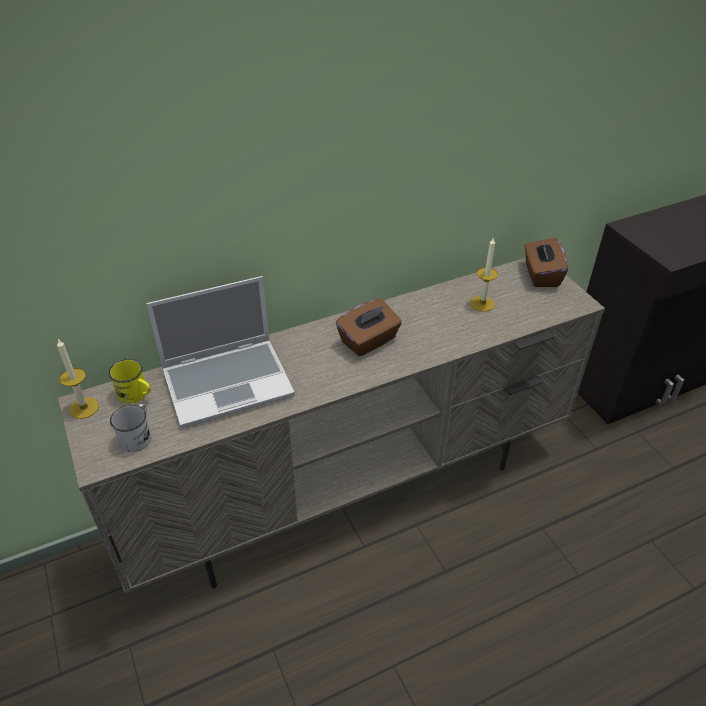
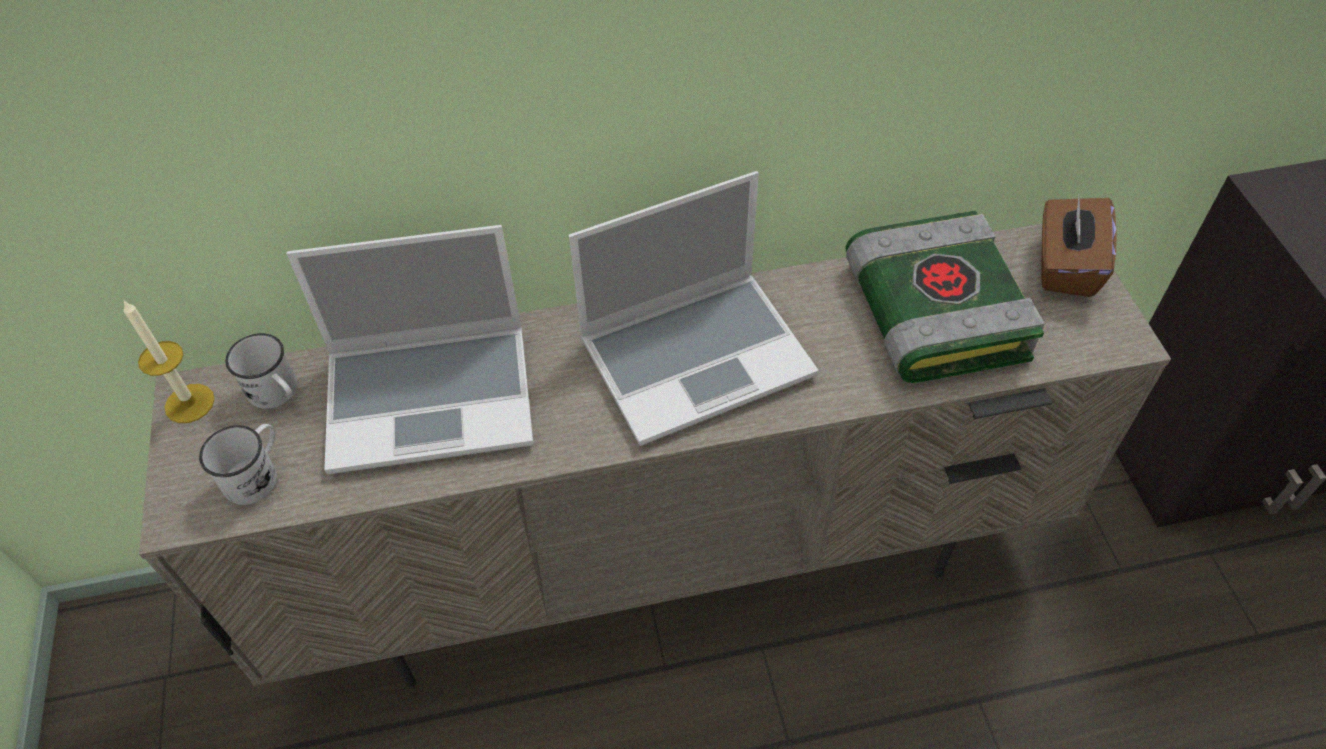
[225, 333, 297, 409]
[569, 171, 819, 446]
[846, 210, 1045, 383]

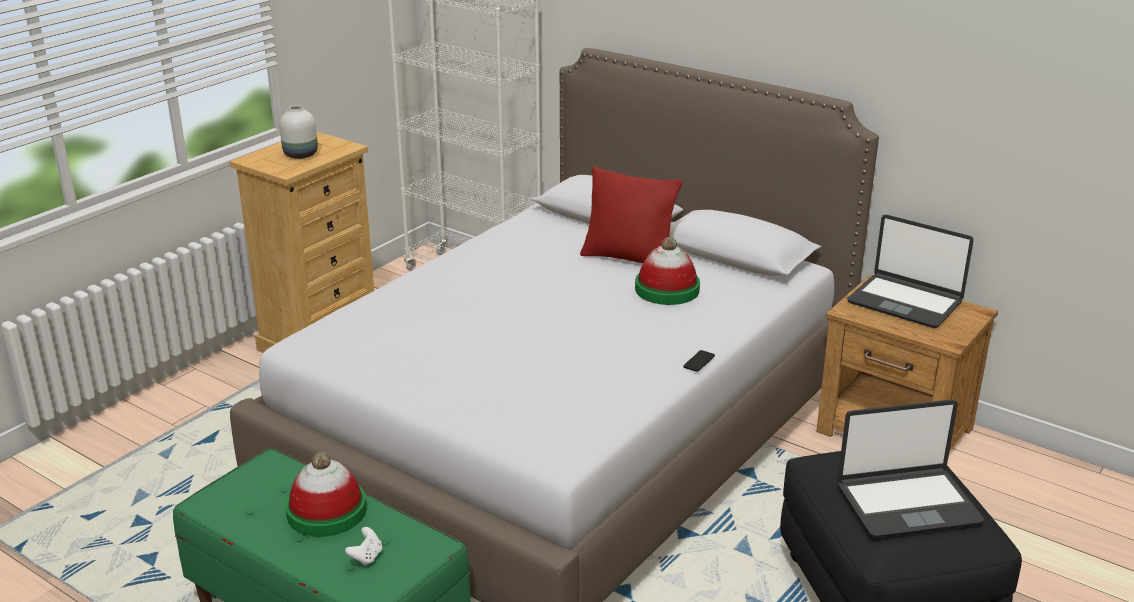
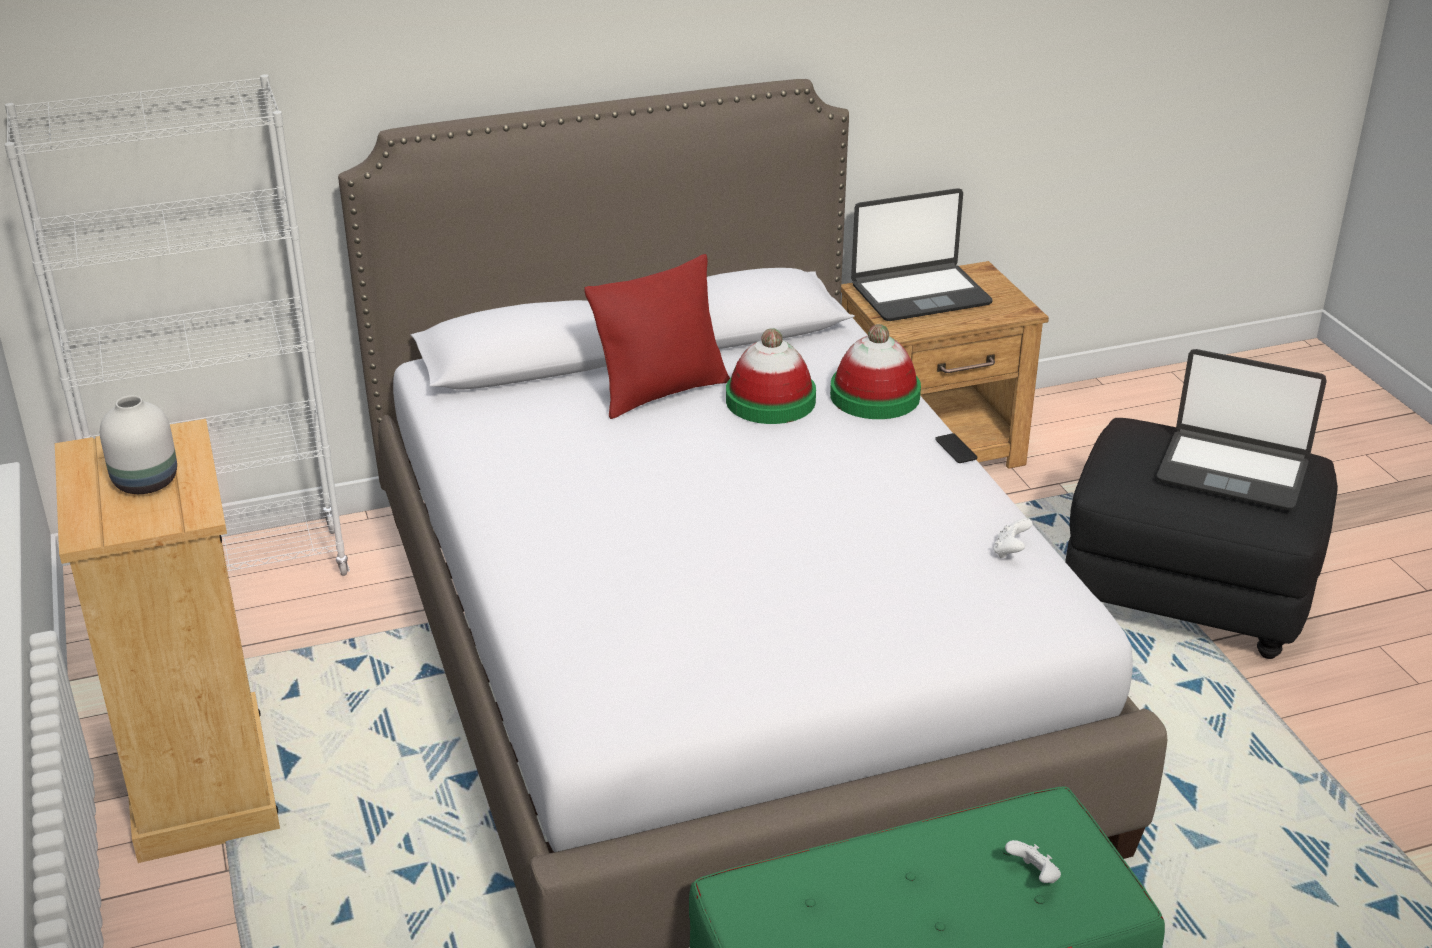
[830, 324, 921, 419]
[993, 518, 1033, 558]
[1157, 349, 1327, 511]

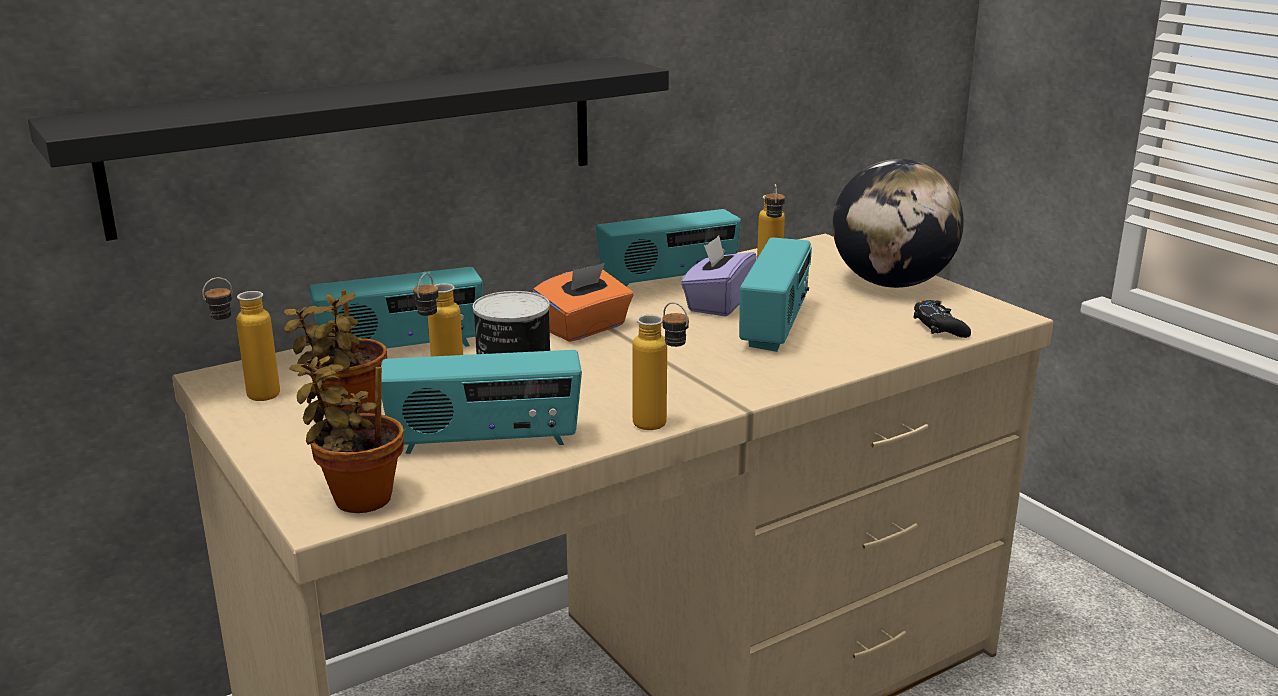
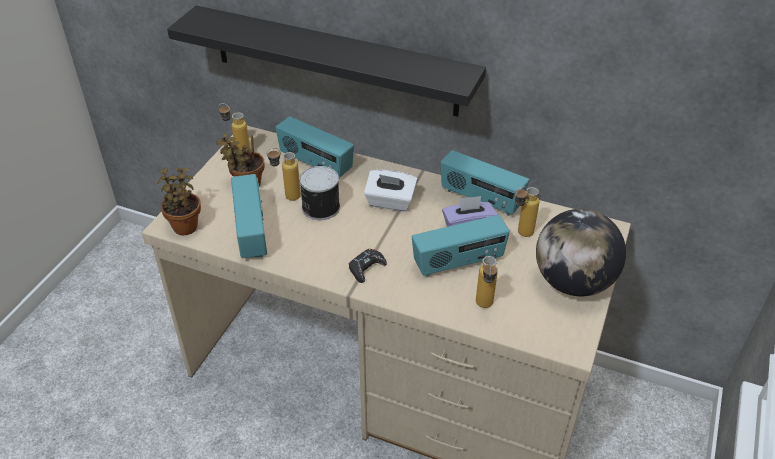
[231, 174, 267, 258]
[349, 249, 387, 283]
[364, 170, 418, 212]
[476, 256, 498, 308]

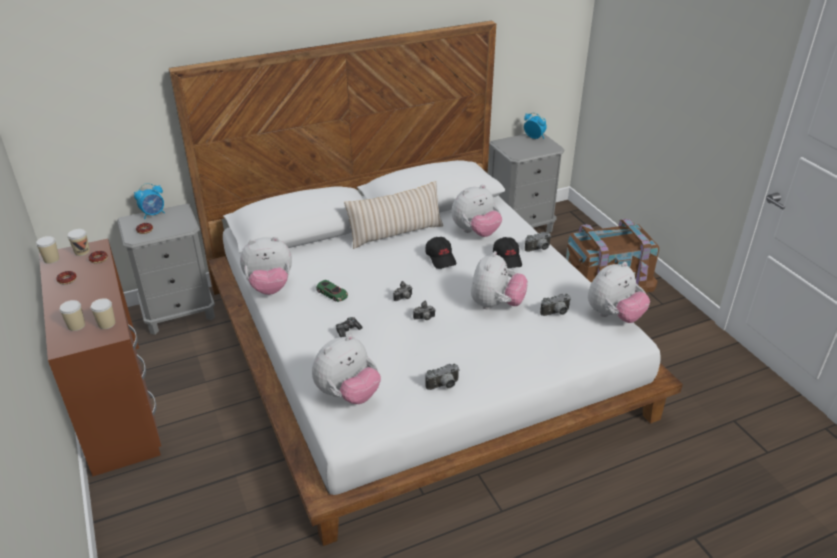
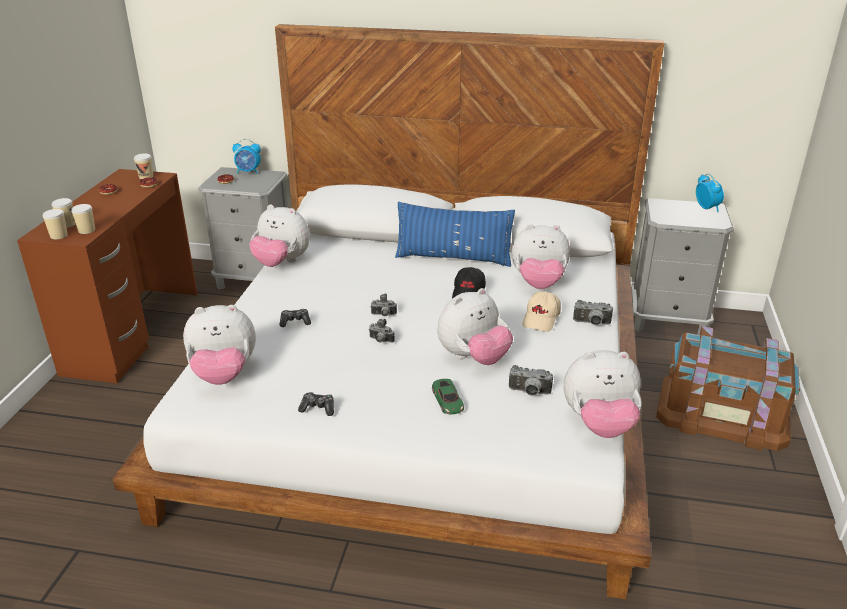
[42, 209, 68, 239]
[298, 392, 334, 416]
[395, 202, 515, 267]
[432, 379, 464, 414]
[522, 291, 561, 332]

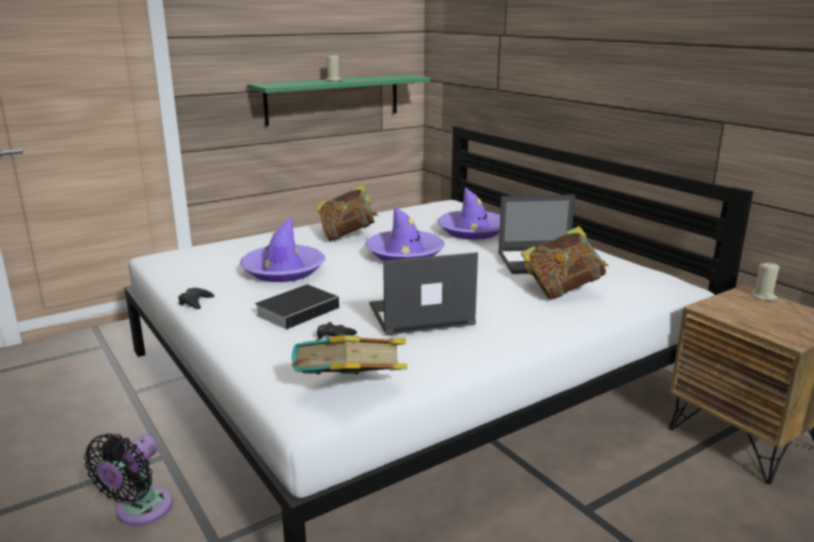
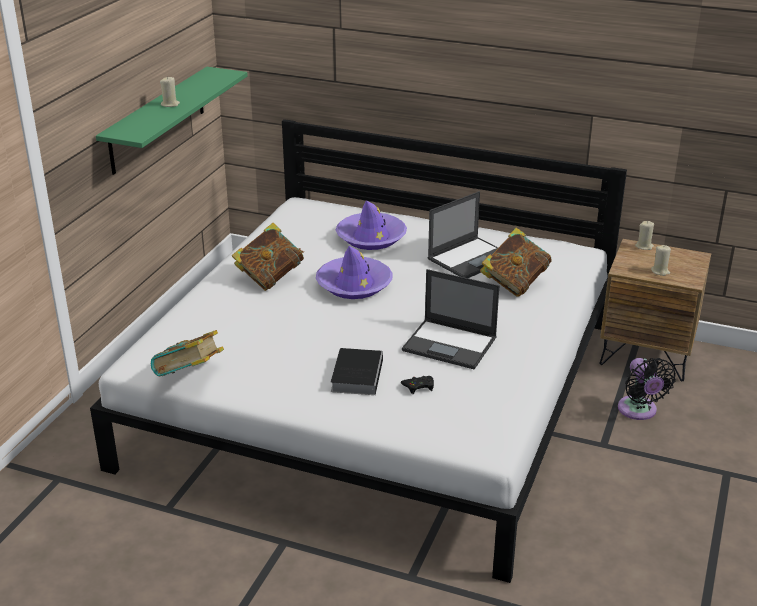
[151, 330, 224, 376]
[402, 269, 499, 369]
[618, 358, 676, 420]
[651, 245, 671, 276]
[178, 287, 214, 309] (first image)
[240, 216, 325, 282] (first image)

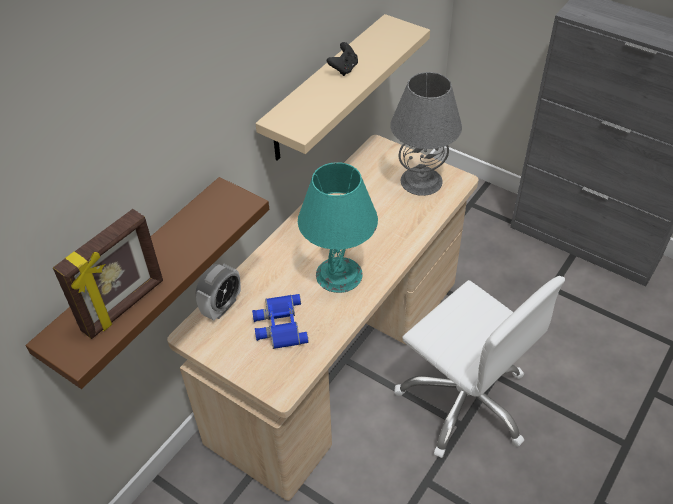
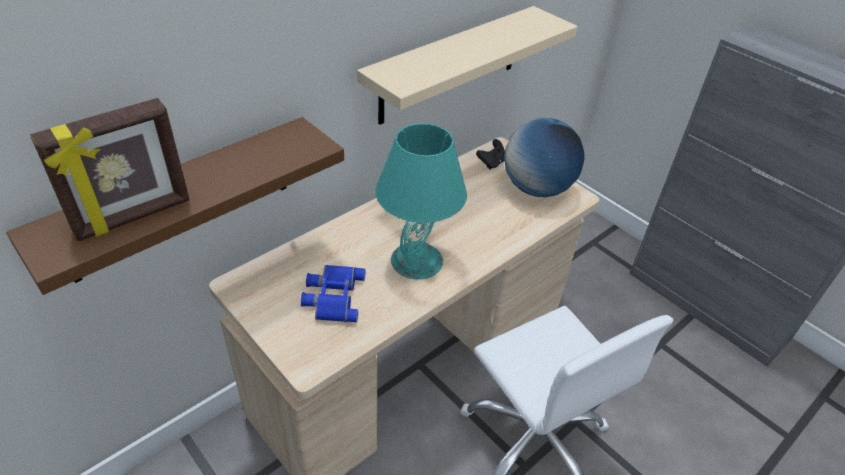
[476, 139, 505, 169]
[504, 118, 585, 197]
[196, 264, 241, 321] (first image)

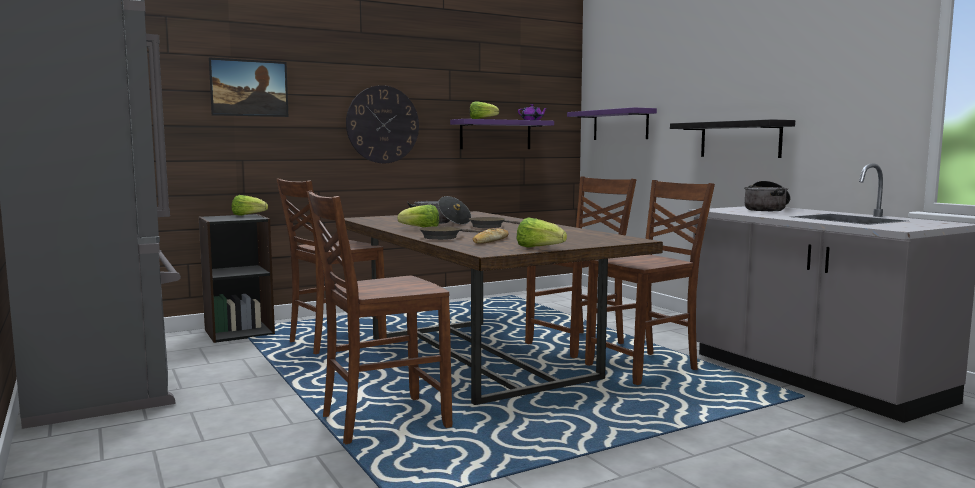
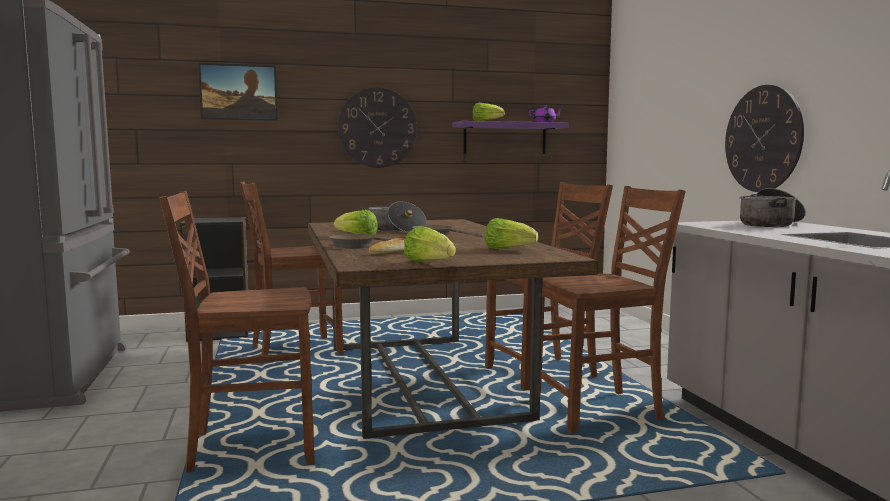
[485, 218, 538, 249]
[725, 85, 804, 192]
[567, 107, 657, 140] (first image)

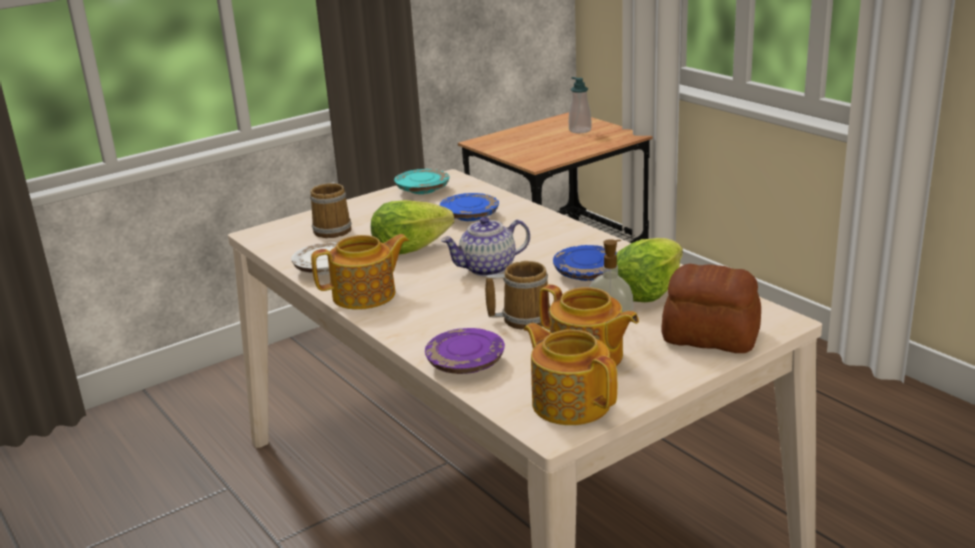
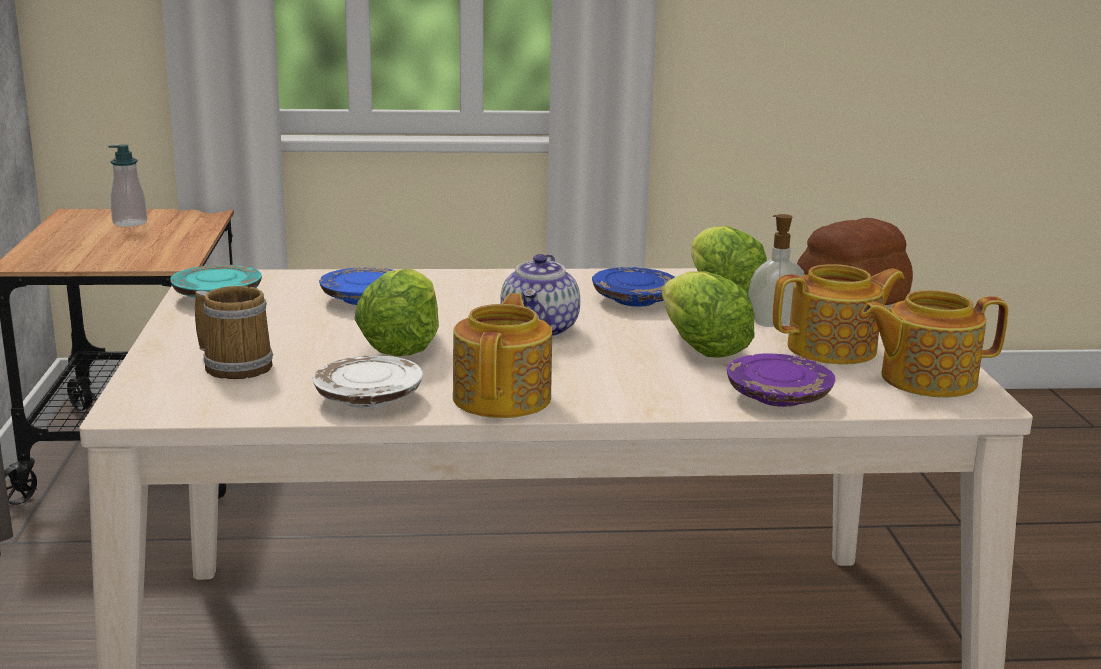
[662, 271, 755, 358]

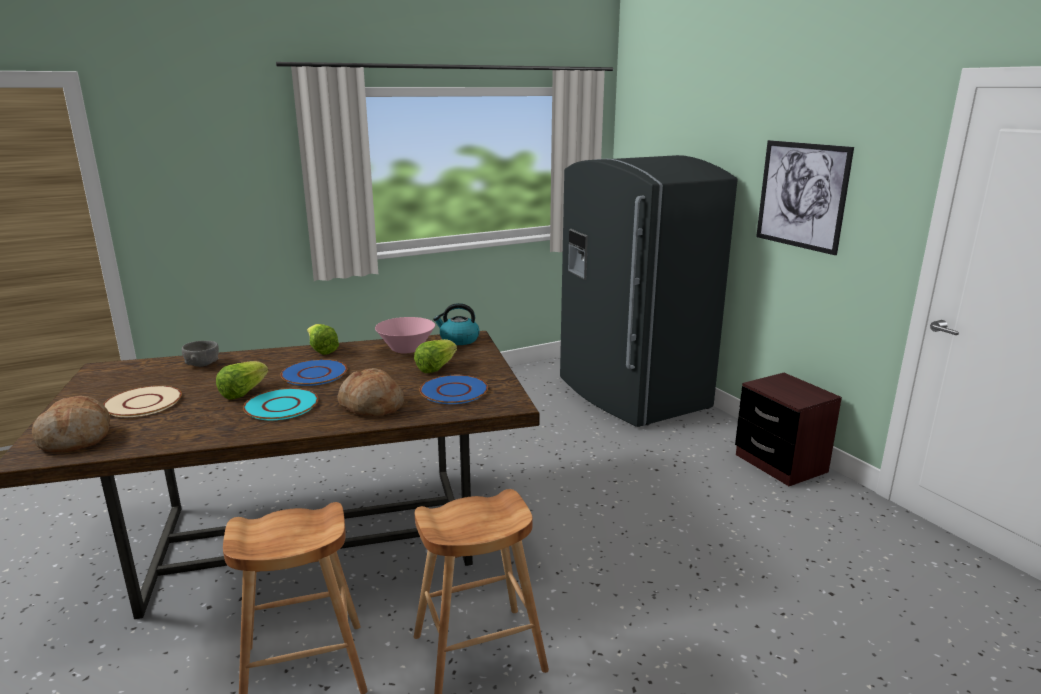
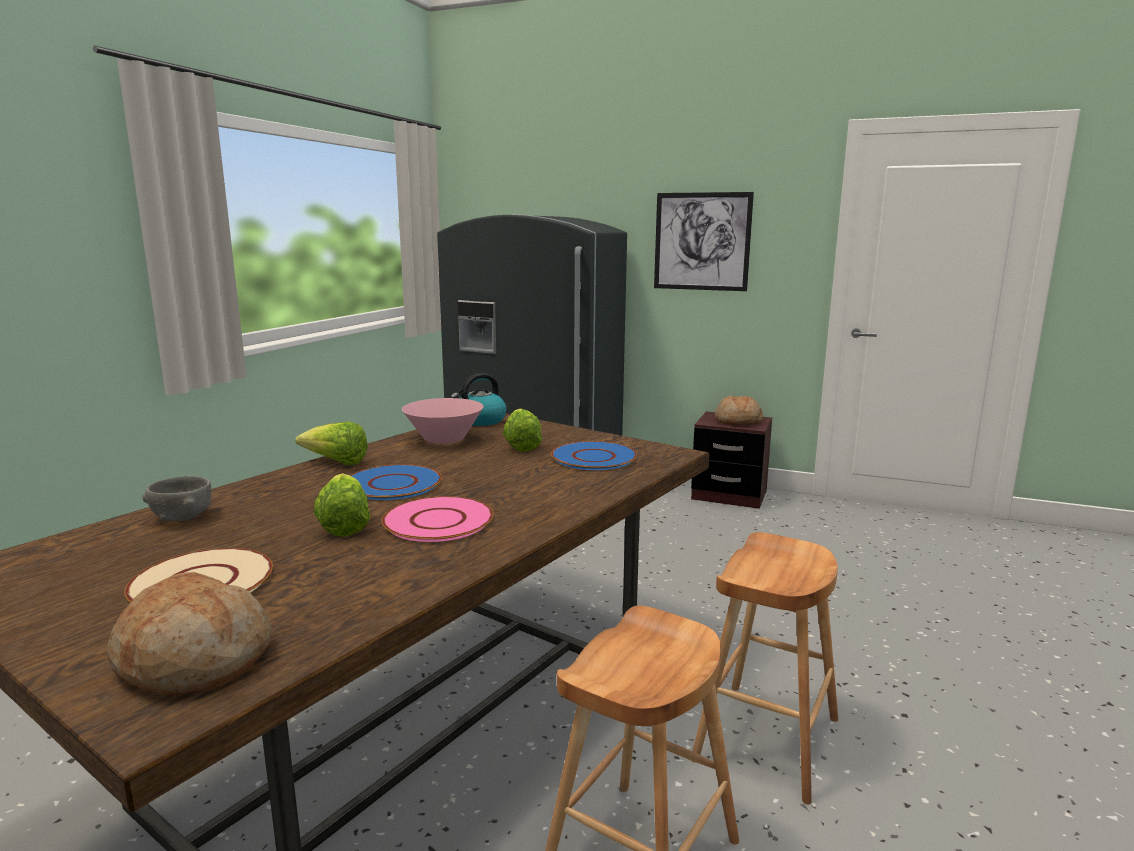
[382, 496, 493, 542]
[715, 396, 763, 425]

